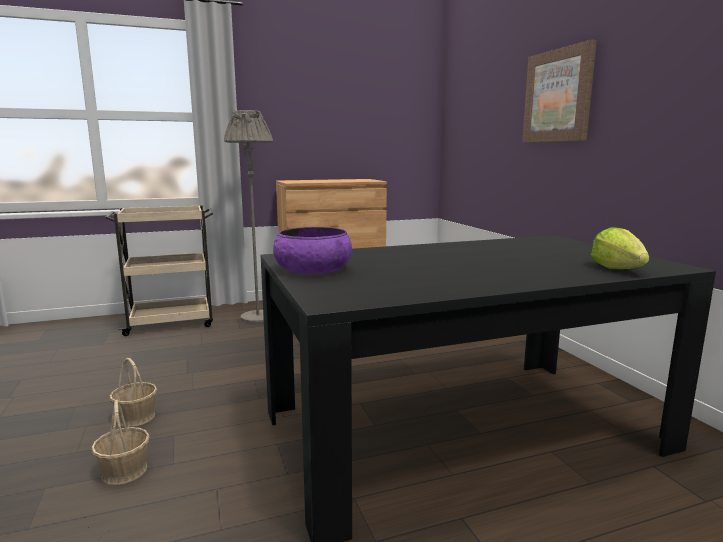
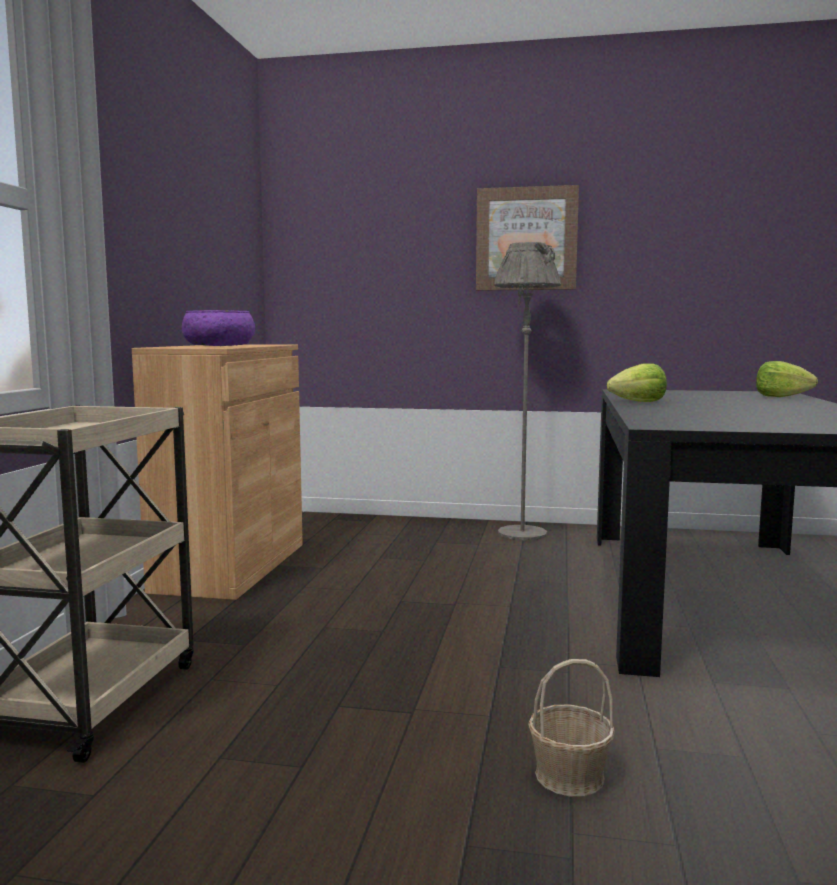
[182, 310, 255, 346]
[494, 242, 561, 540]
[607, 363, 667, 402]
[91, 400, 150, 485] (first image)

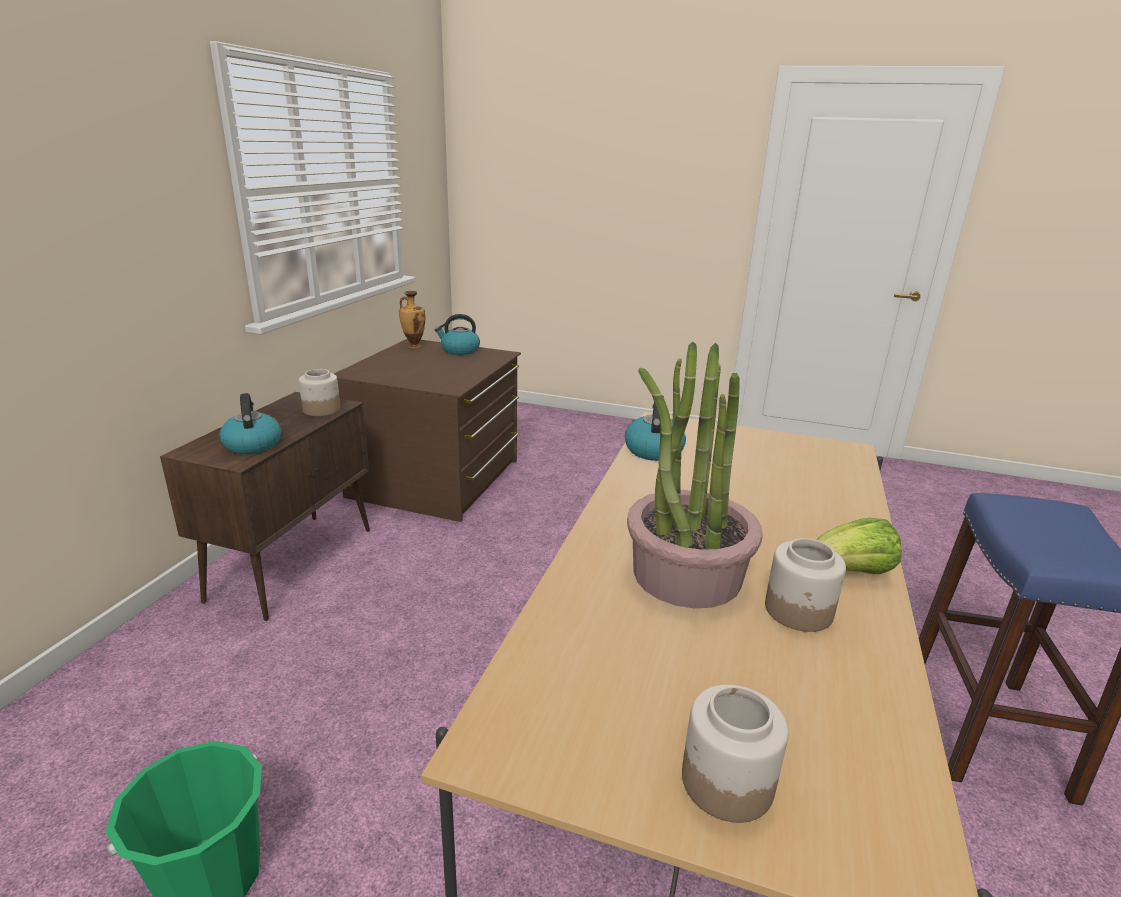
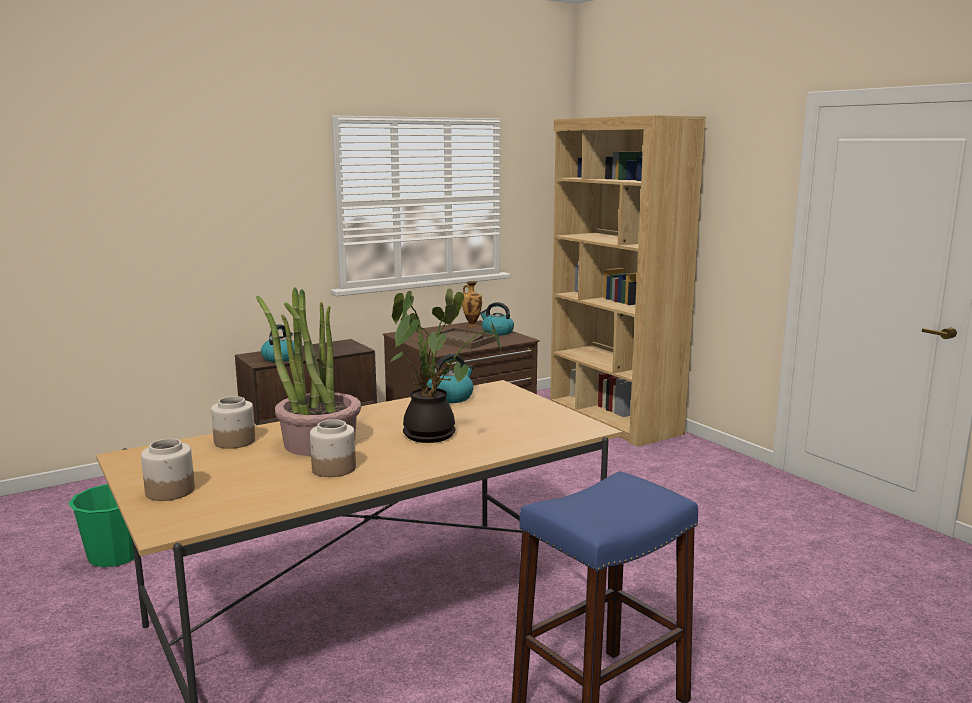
[211, 396, 255, 449]
[389, 289, 502, 443]
[426, 327, 496, 349]
[550, 115, 706, 447]
[816, 518, 902, 574] (first image)

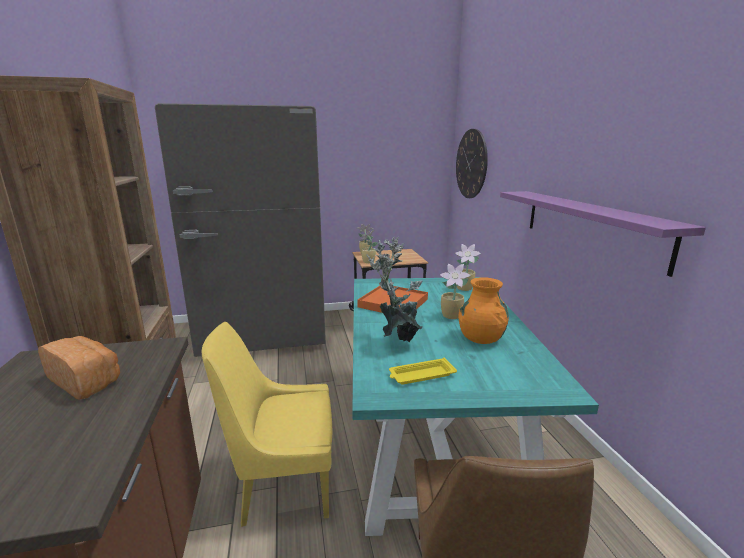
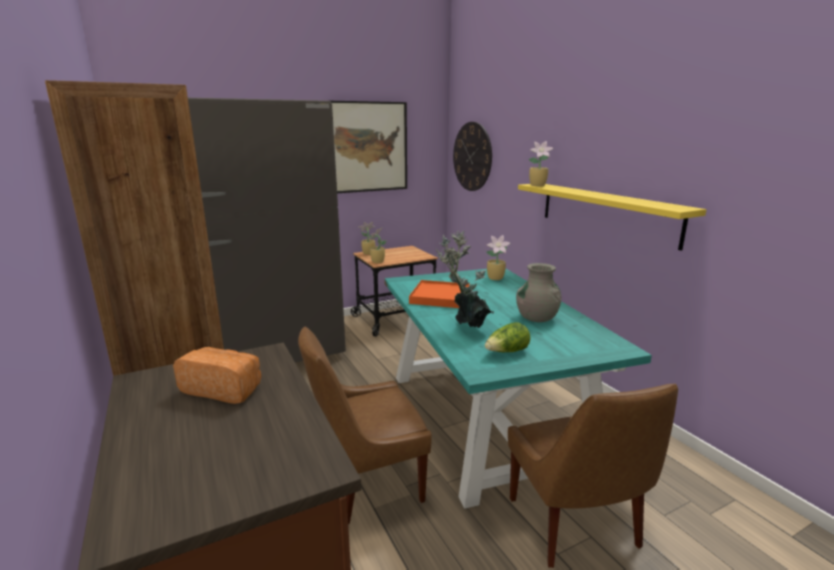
[298, 326, 432, 524]
[324, 100, 407, 193]
[485, 322, 530, 352]
[516, 263, 561, 322]
[518, 184, 707, 251]
[529, 141, 554, 186]

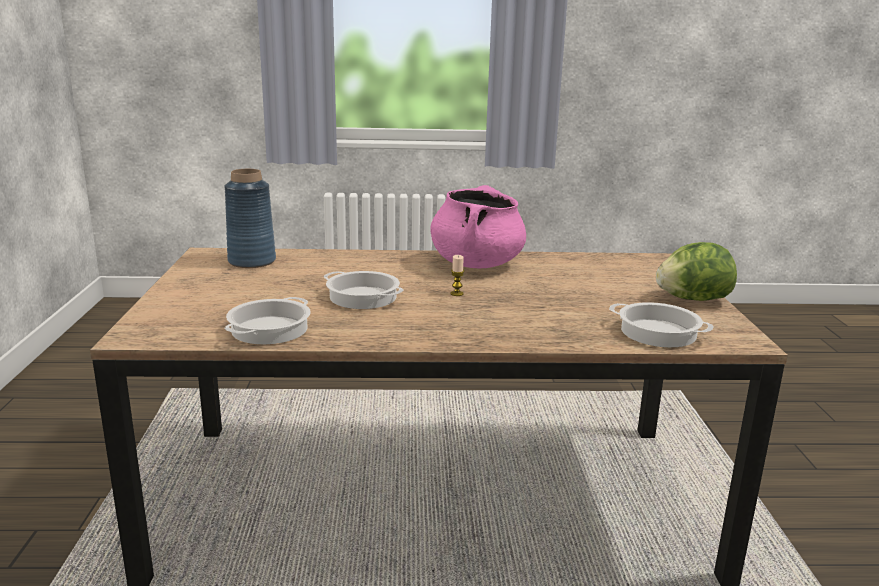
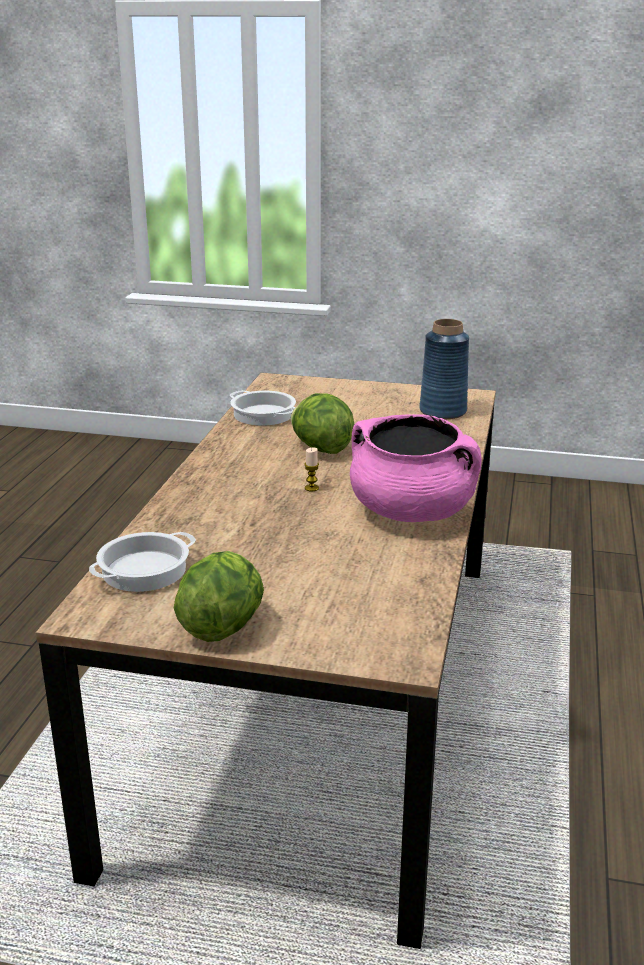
[291, 393, 355, 454]

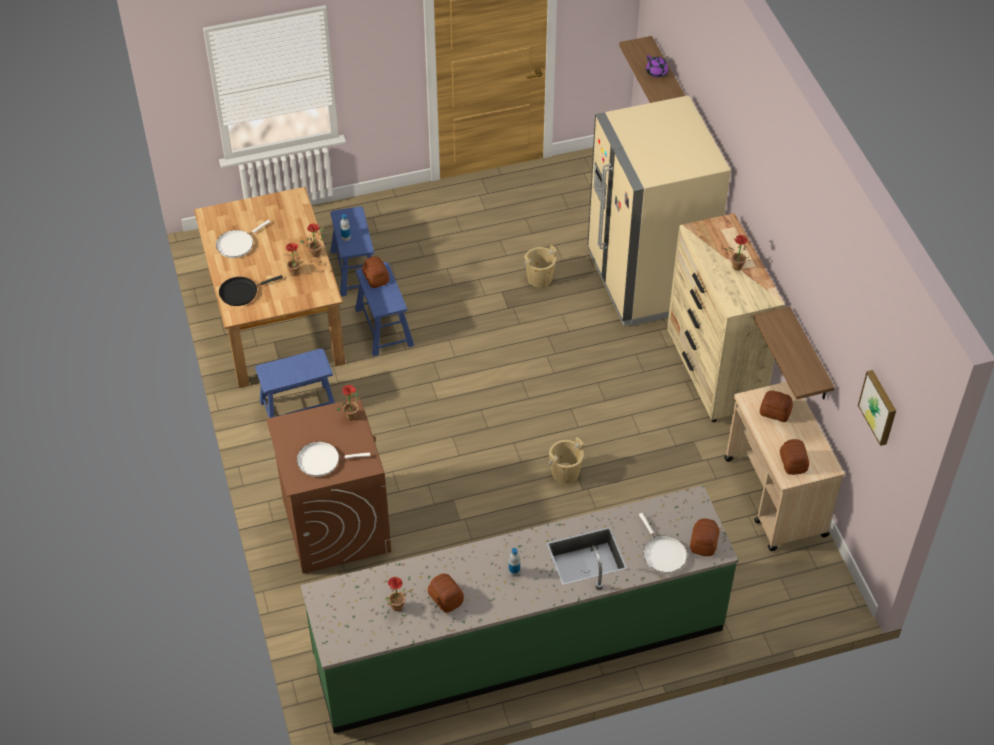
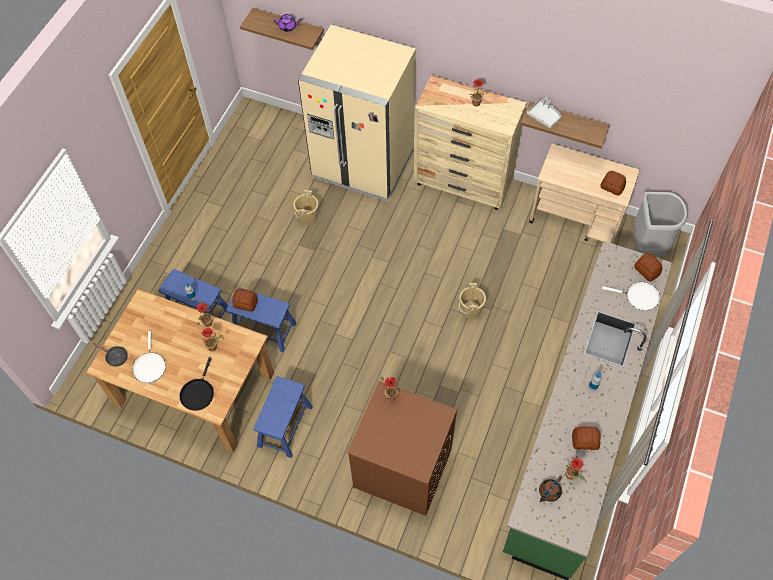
[93, 343, 128, 367]
[527, 98, 562, 129]
[539, 476, 562, 502]
[633, 192, 688, 257]
[297, 442, 371, 477] (first image)
[760, 390, 793, 422] (first image)
[858, 370, 896, 446] (first image)

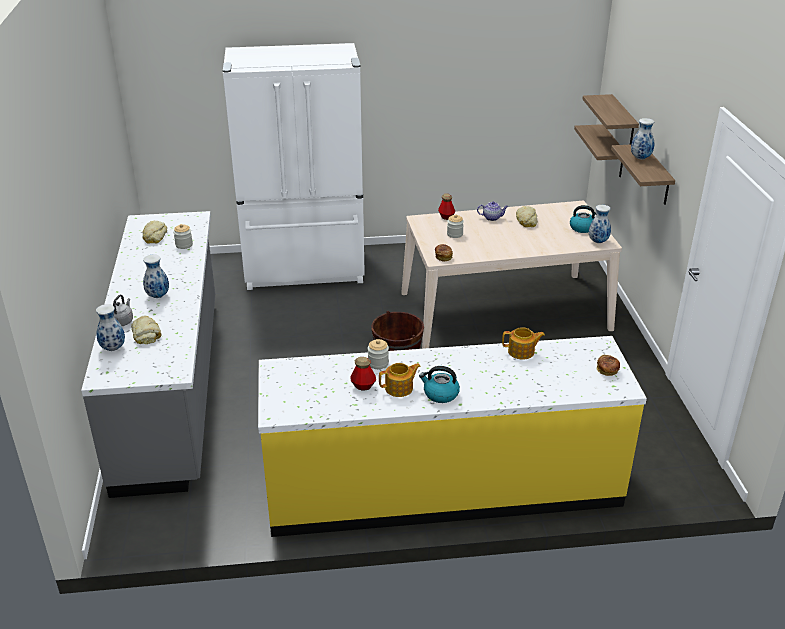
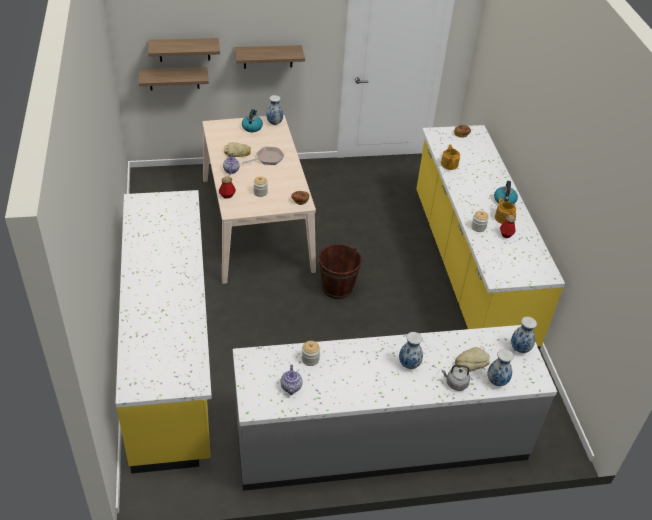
[115, 190, 212, 474]
[242, 147, 285, 165]
[280, 365, 303, 395]
[511, 317, 537, 353]

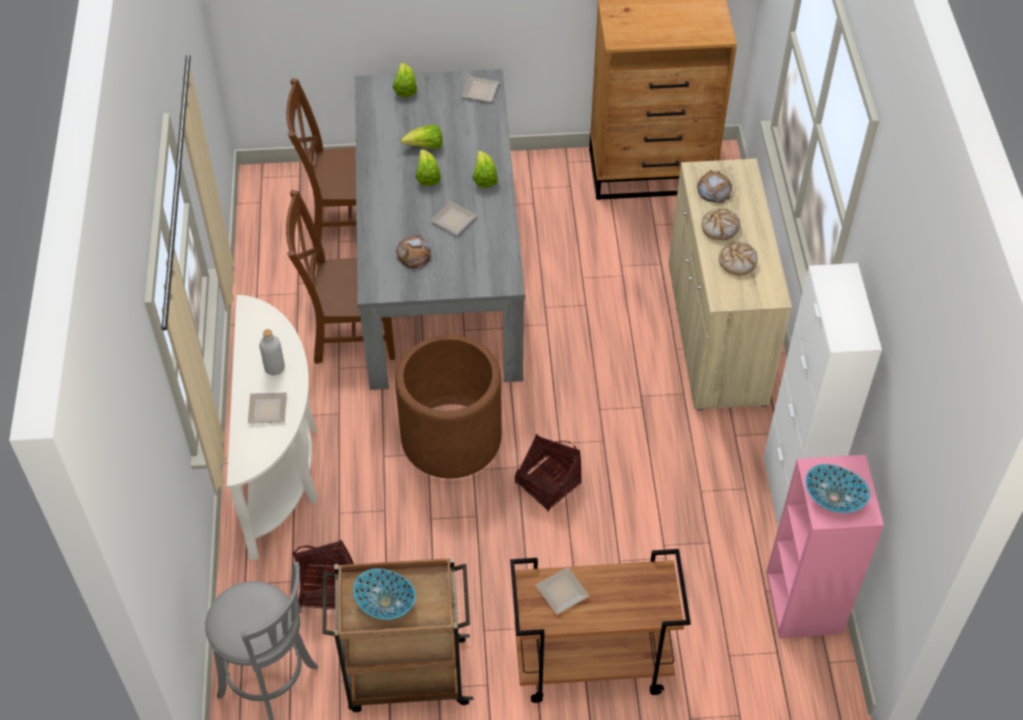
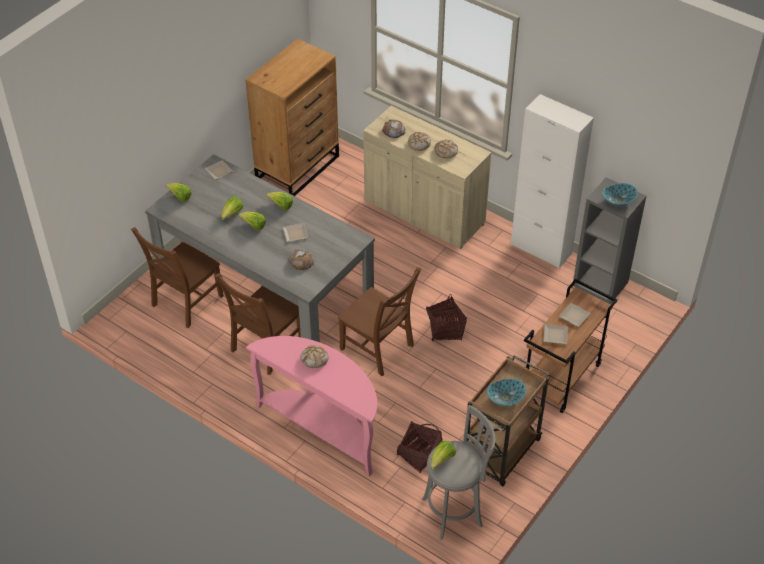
[246, 336, 377, 477]
[300, 345, 328, 368]
[338, 267, 422, 376]
[431, 441, 456, 470]
[559, 303, 591, 327]
[573, 177, 646, 304]

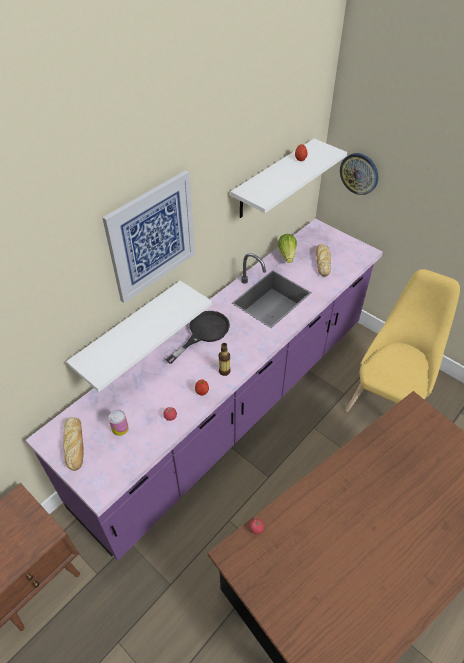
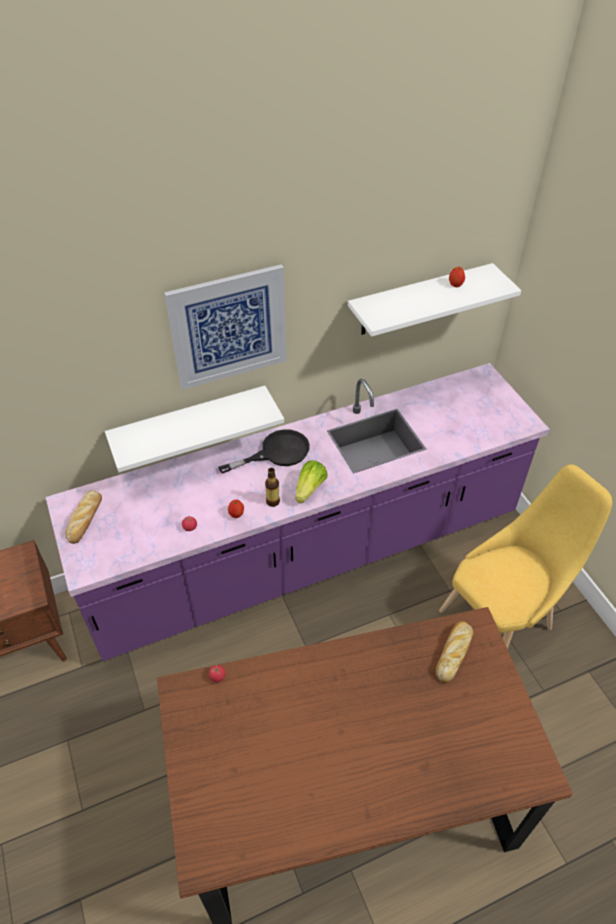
[296, 460, 327, 503]
[436, 621, 474, 683]
[108, 410, 129, 436] (first image)
[340, 153, 379, 195] (first image)

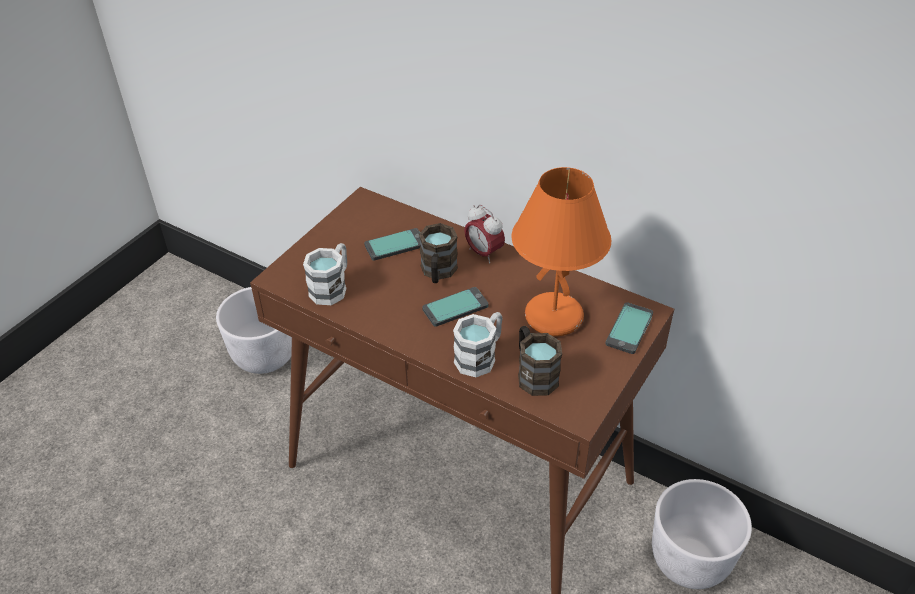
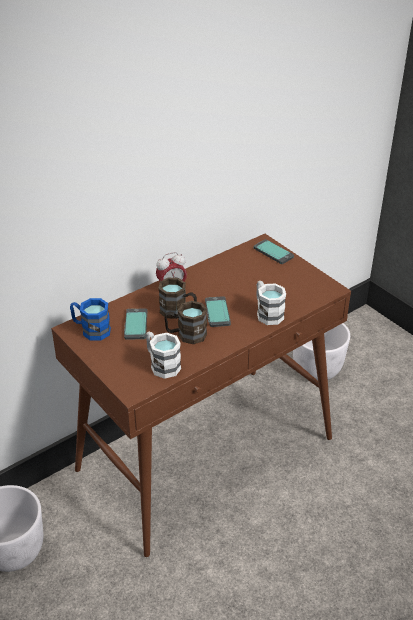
[70, 298, 111, 340]
[164, 301, 207, 344]
[512, 167, 612, 336] (first image)

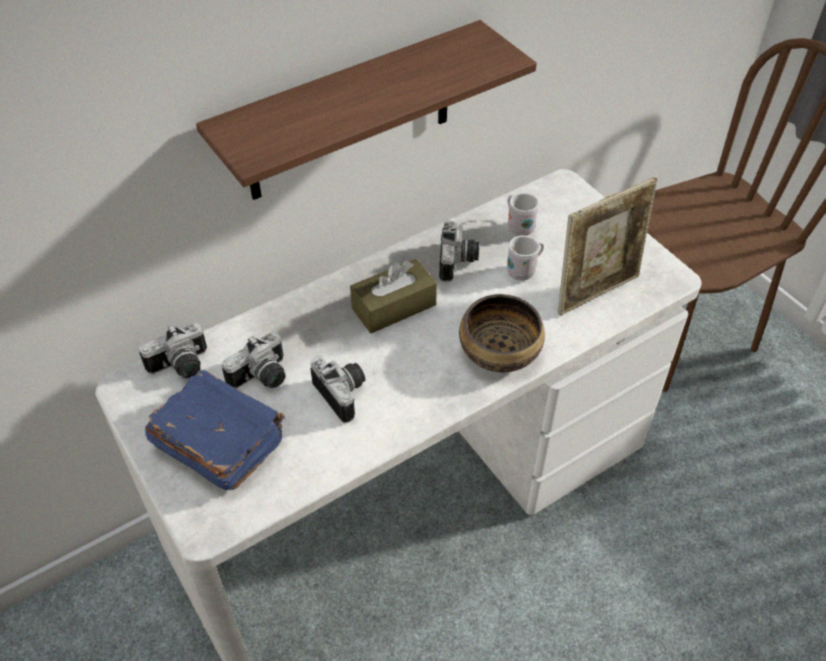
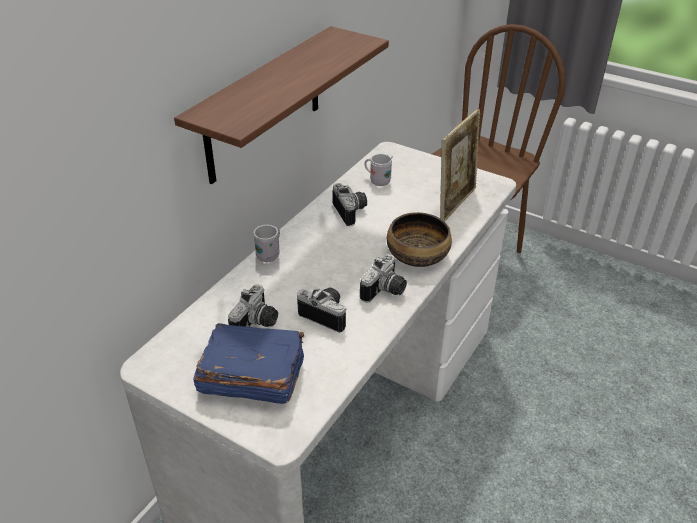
[253, 225, 280, 262]
[360, 254, 407, 303]
[350, 258, 437, 334] (first image)

